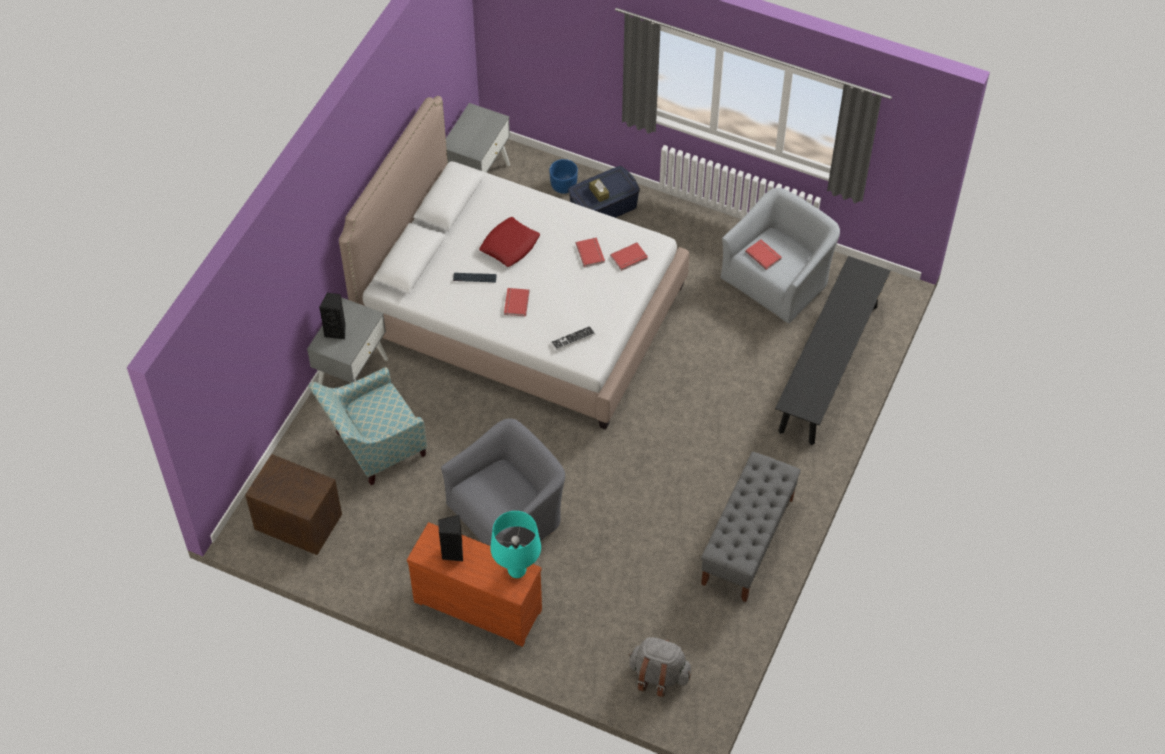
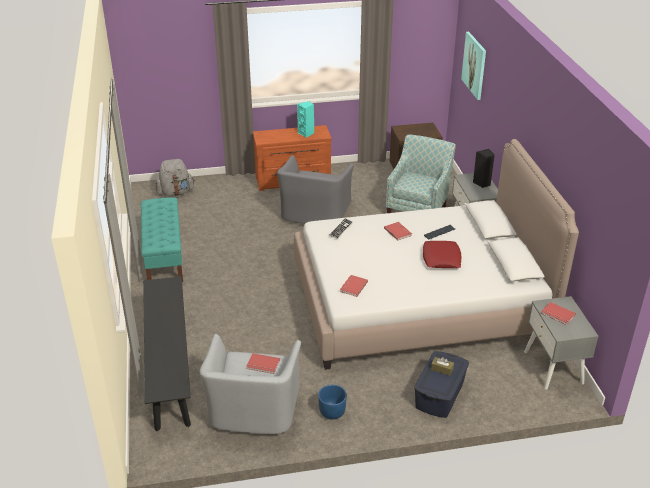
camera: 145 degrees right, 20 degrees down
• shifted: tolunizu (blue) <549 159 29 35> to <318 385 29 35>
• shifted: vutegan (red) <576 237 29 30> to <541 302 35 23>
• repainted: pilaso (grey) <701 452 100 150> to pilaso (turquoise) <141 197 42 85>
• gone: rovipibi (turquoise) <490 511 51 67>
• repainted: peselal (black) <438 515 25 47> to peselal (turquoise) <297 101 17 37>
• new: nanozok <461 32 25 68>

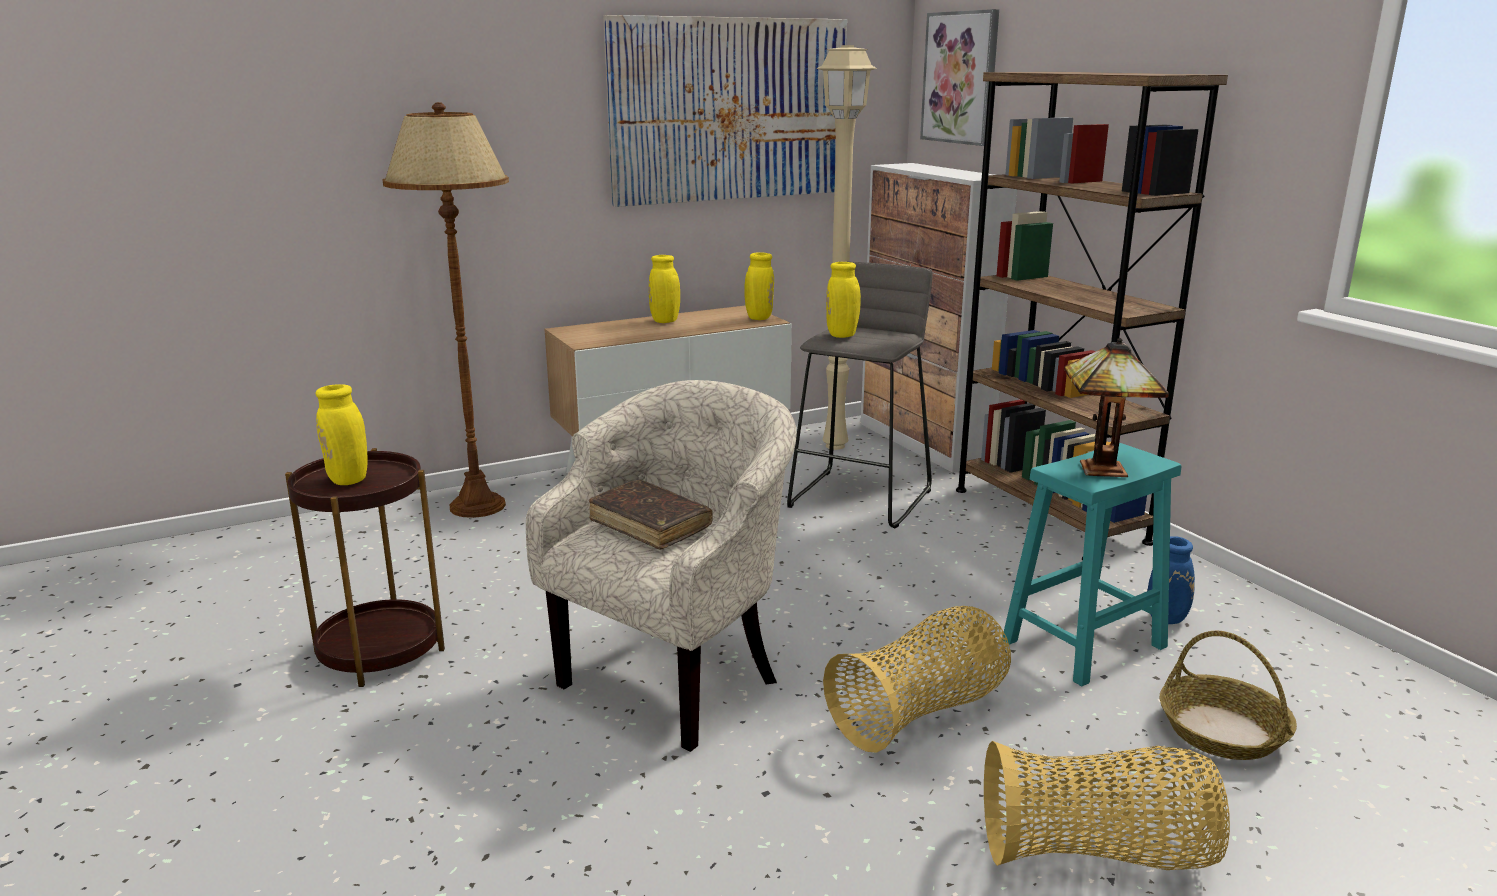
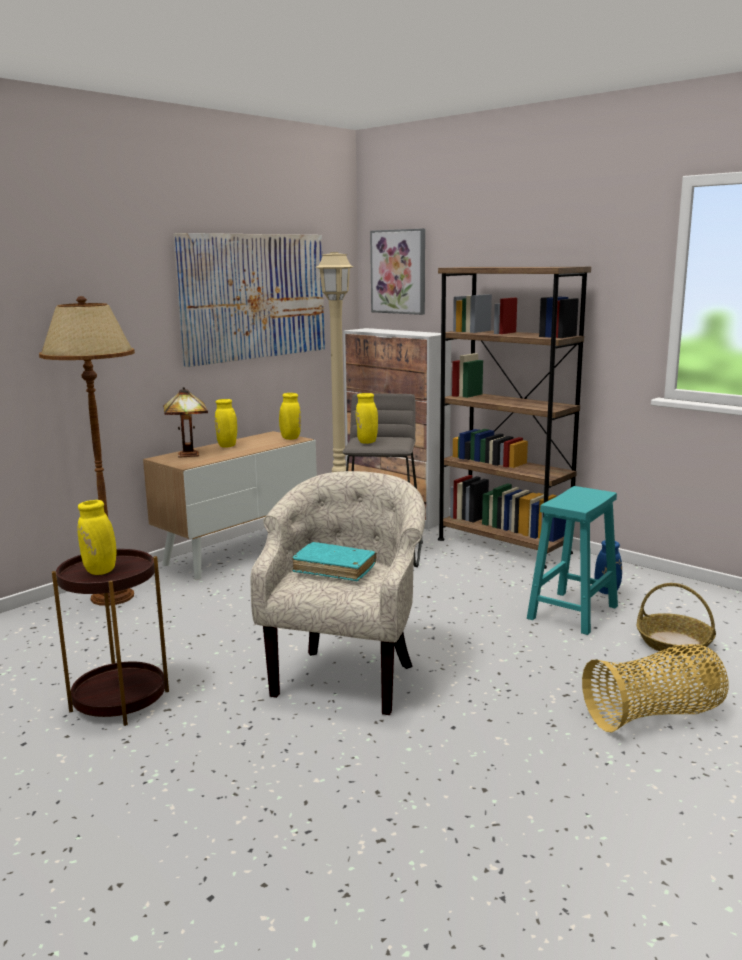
camera: 20 degrees left, 5 degrees down
• shifted: rovipibi <1064 338 105 139> to <163 387 45 71>
• repainted: vutegan (brown) <589 480 124 70> to vutegan (turquoise) <292 542 84 39>
• gone: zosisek <823 606 188 147>

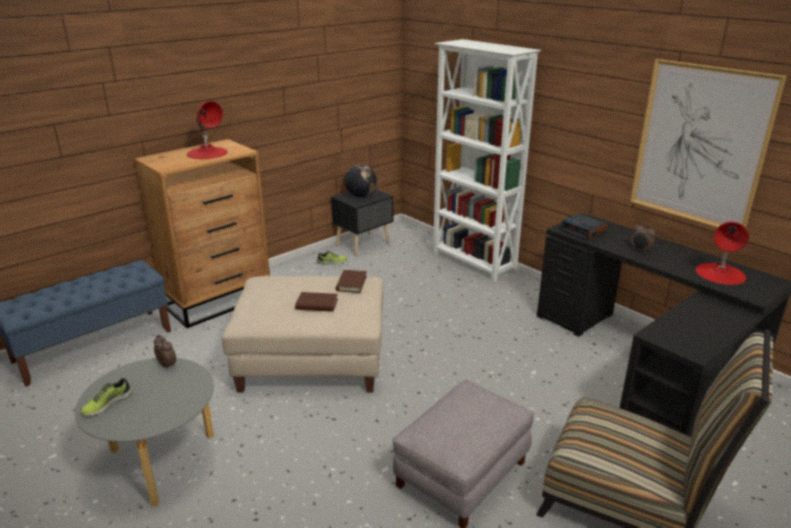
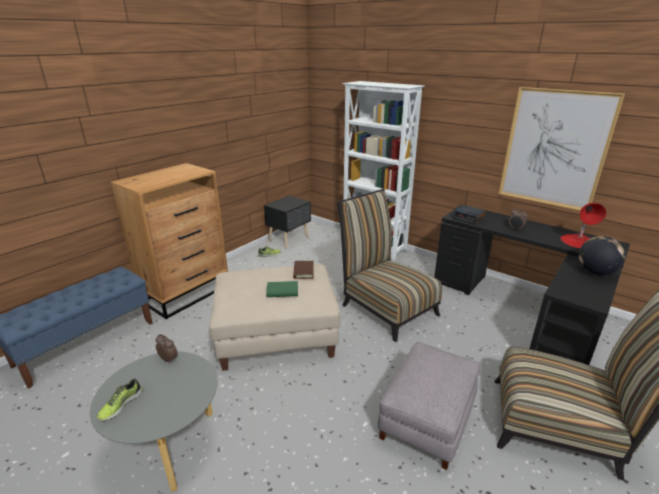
camera: 10 degrees left, 0 degrees up
• gone: rovipibi (red) <187 101 41 58>
• shifted: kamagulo <344 165 33 32> to <579 236 46 39>
• repainted: vutegan (brown) <295 292 43 20> to vutegan (green) <266 281 32 16>
• new: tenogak <337 189 105 153>

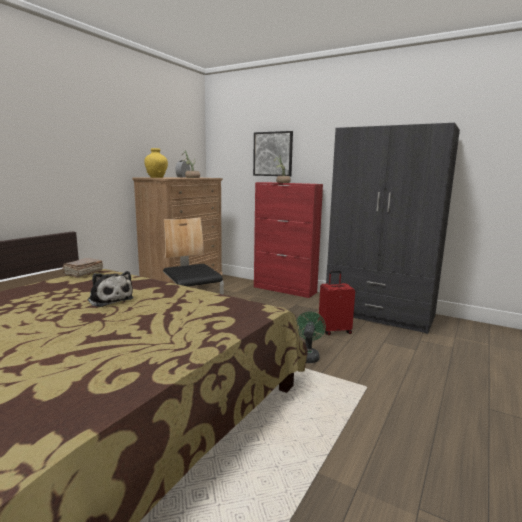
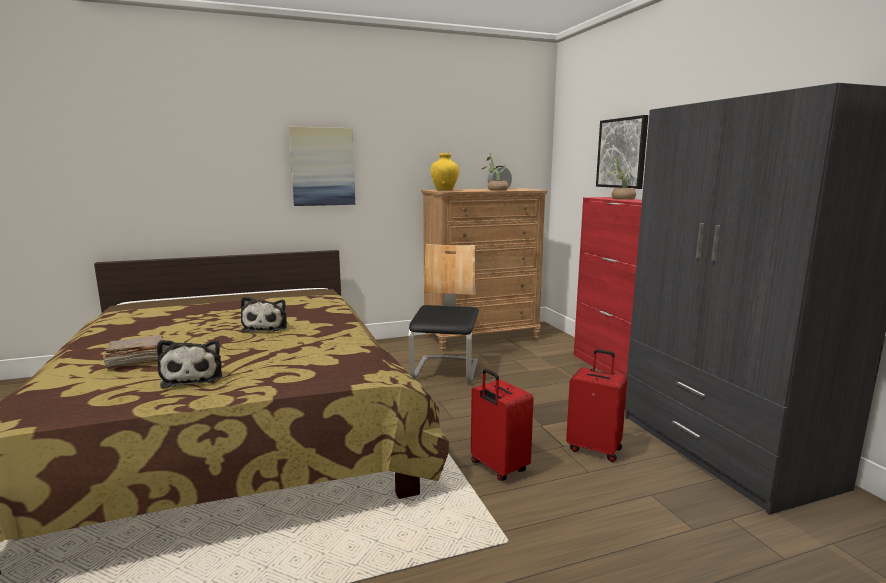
camera: 40 degrees right, 0 degrees up
• shifted: vutegan (brown) <62 258 41 20> to <103 335 60 34>
• swapped: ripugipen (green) <297 312 29 51> to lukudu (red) <471 369 63 112>
• new: nanozok <289 127 66 79>
• new: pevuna <157 340 65 48>

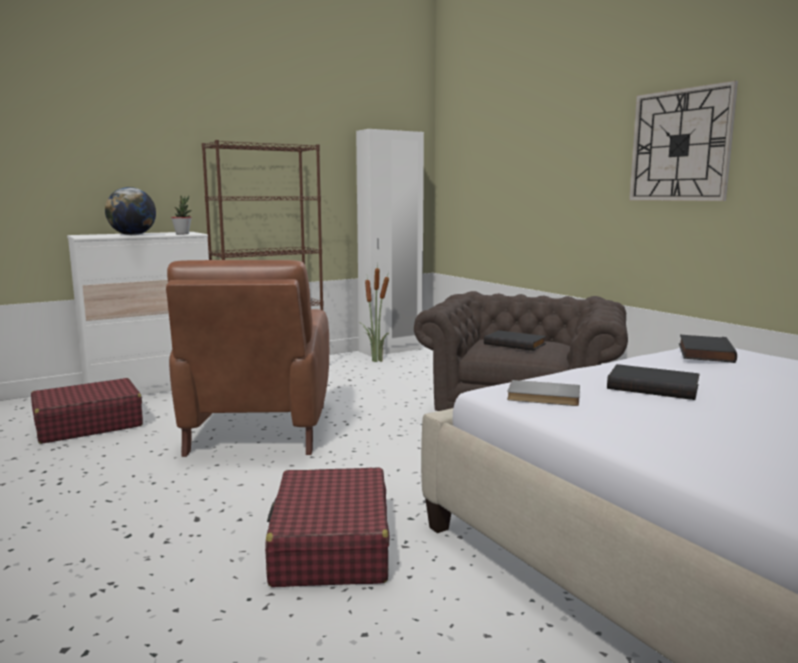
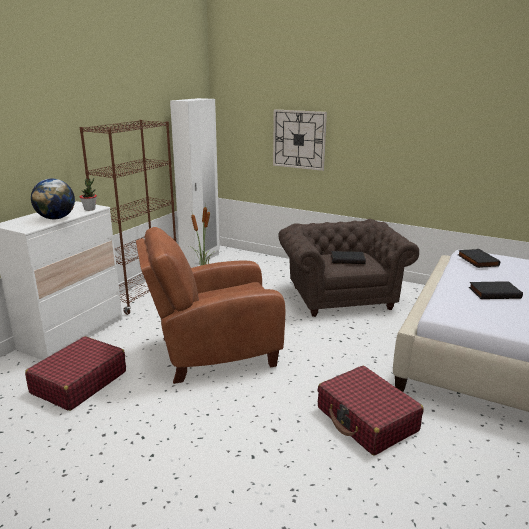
camera: 30 degrees left, 10 degrees up
• shifted: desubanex <629 81 109 120> to <273 109 54 62>
• rotated: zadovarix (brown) <166 260 163 197> = <136 227 150 157> 105 degrees clockwise
• gone: vutegan (grey) <507 380 73 26>

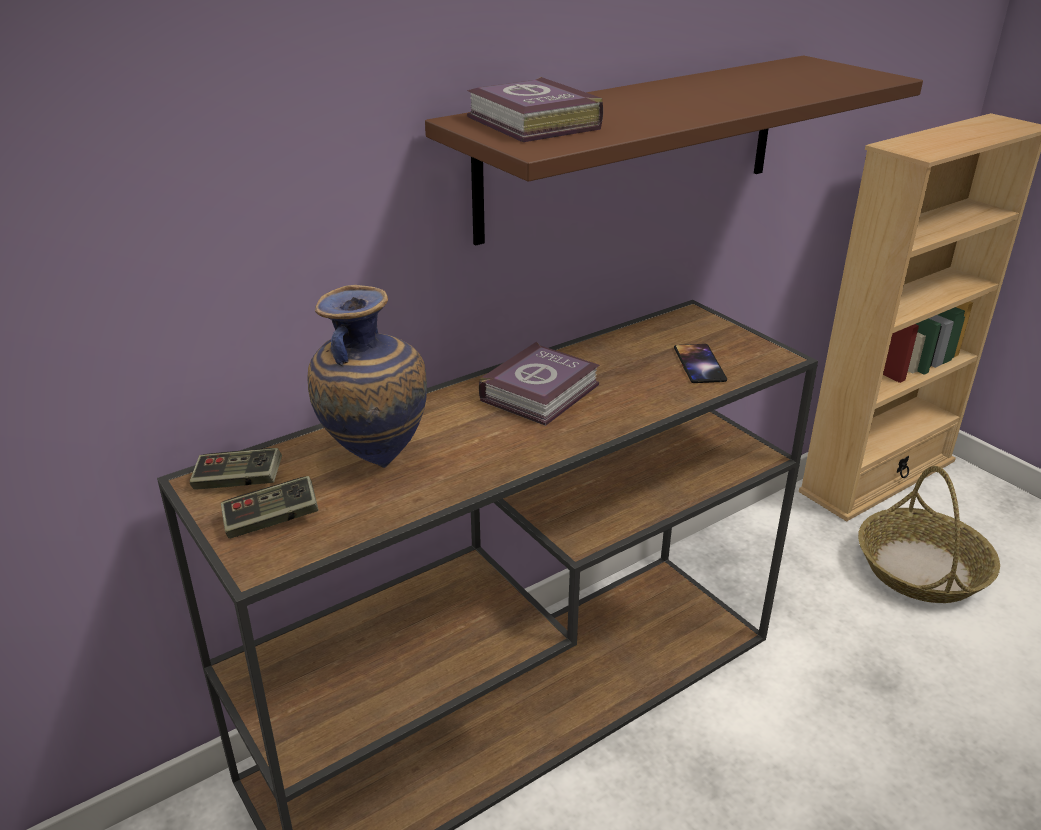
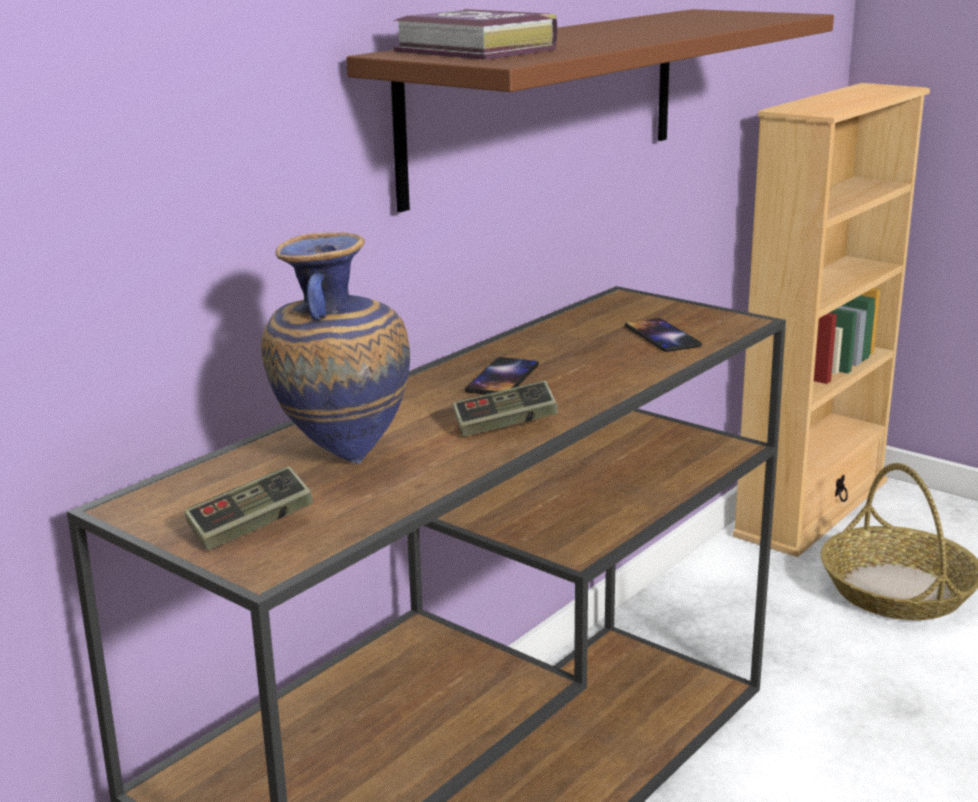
camera: 15 degrees left, 10 degrees down
• swapped: vutegan <479 342 121 84> to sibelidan <465 357 74 37>
• shifted: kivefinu <189 448 93 42> to <453 381 105 56>

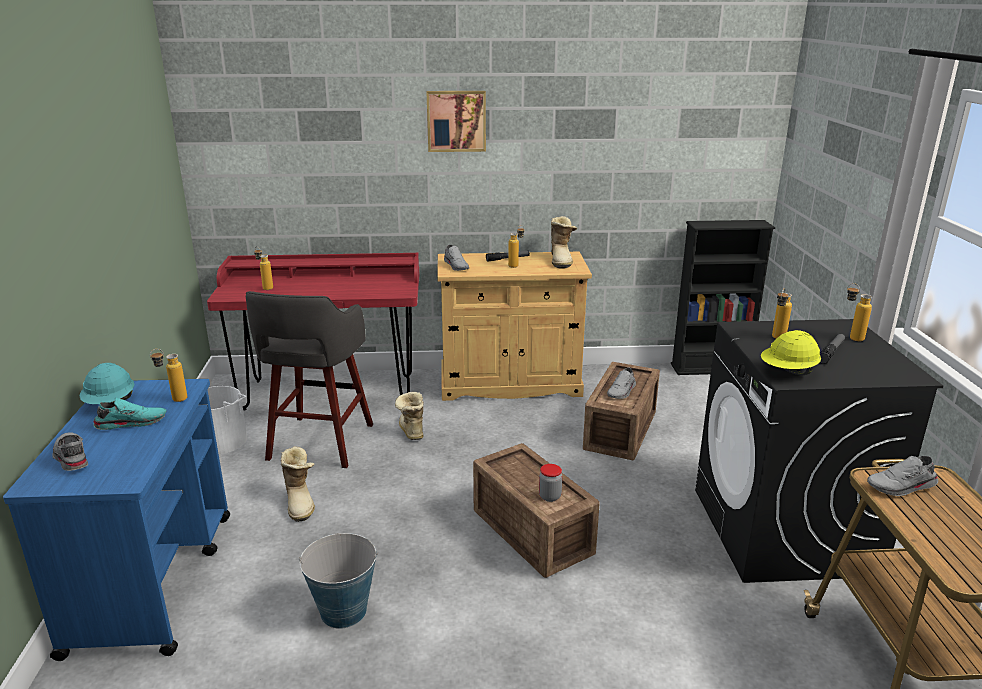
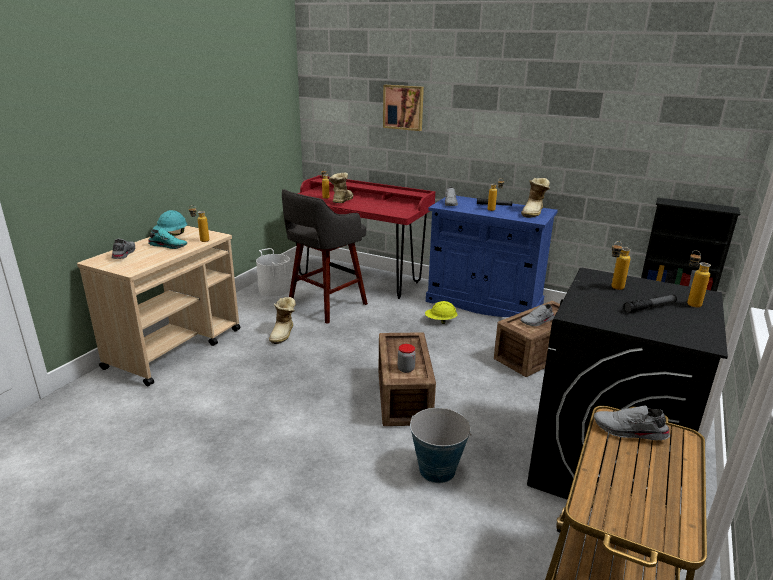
camera: 30 degrees right, 0 degrees up
• shifted: nanozok <426 91 60 61> to <383 85 41 46>
• repainted: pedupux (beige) <438 252 154 149> to pedupux (blue) <426 196 132 121>
• shifted: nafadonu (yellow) <761 330 60 45> to <425 301 32 23>
• repainted: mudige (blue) <3 379 227 282> to mudige (beige) <77 226 164 160>
• shifted: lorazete <395 392 29 48> to <329 173 24 30>
• shifted: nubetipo <299 533 79 96> to <410 408 62 75>

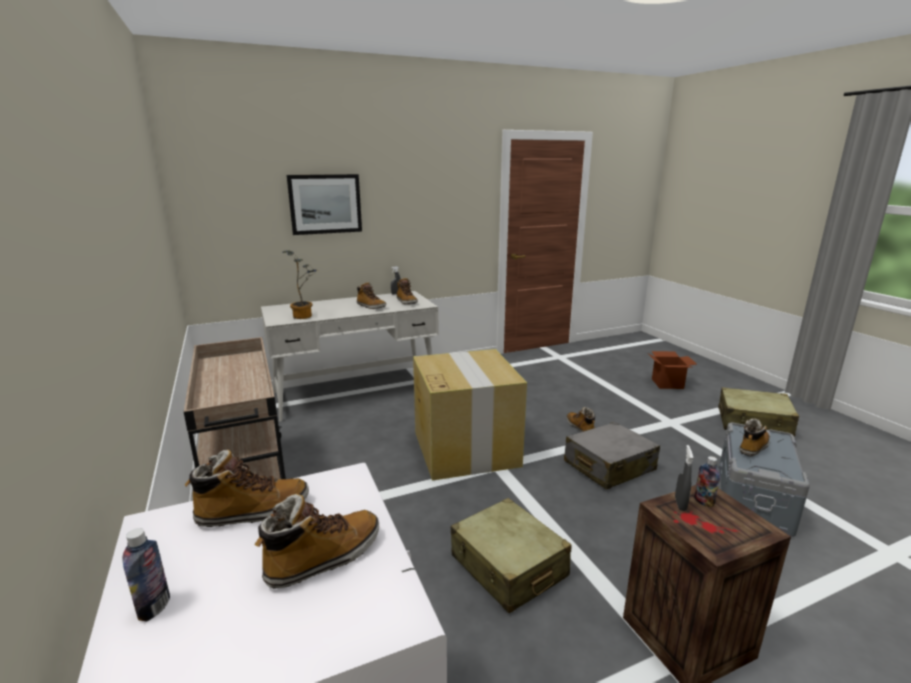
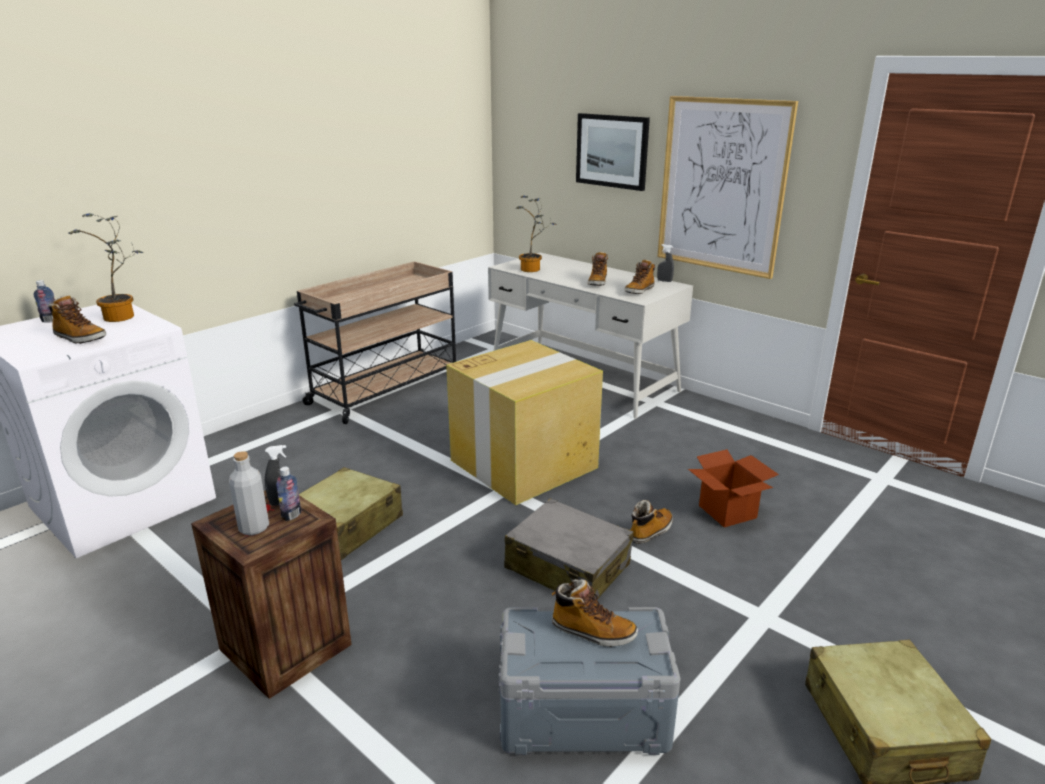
camera: 65 degrees right, 5 degrees up
• shifted: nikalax <648 351 49 38> to <688 449 91 78>
• swapped: lorazete <184 450 125 77> to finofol <68 213 76 109>
• new: nanozok <657 96 141 183>
• new: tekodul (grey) <229 451 40 84>

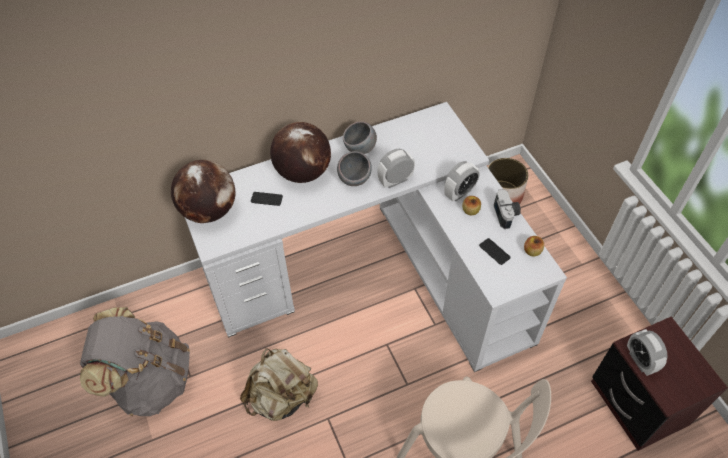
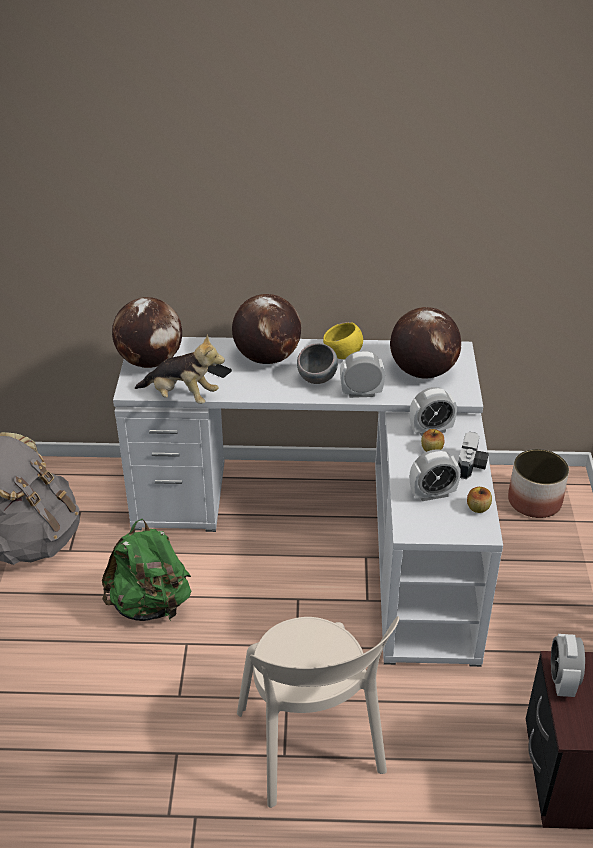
camera: 25 degrees right, 15 degrees down
• repainted: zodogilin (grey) <343 121 34 33> to zodogilin (yellow) <323 322 40 37>
• swapped: sibelidan <479 238 32 27> to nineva <410 449 51 52>
• repainted: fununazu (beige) <240 348 78 73> to fununazu (green) <102 519 89 103>
• new: kamagulo <390 307 71 71>
• new: pevuna <135 334 90 70>

